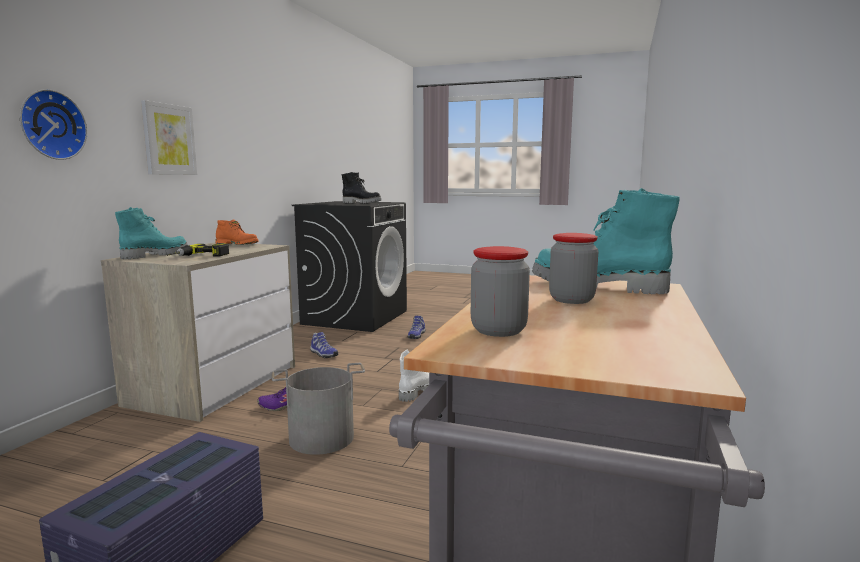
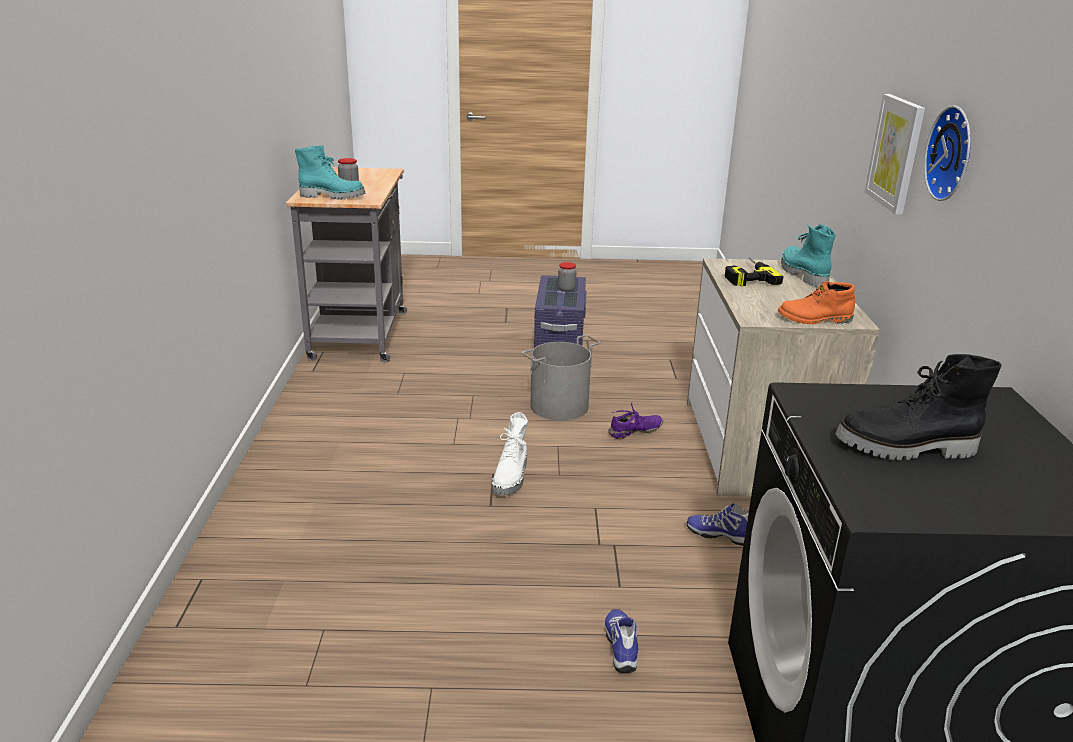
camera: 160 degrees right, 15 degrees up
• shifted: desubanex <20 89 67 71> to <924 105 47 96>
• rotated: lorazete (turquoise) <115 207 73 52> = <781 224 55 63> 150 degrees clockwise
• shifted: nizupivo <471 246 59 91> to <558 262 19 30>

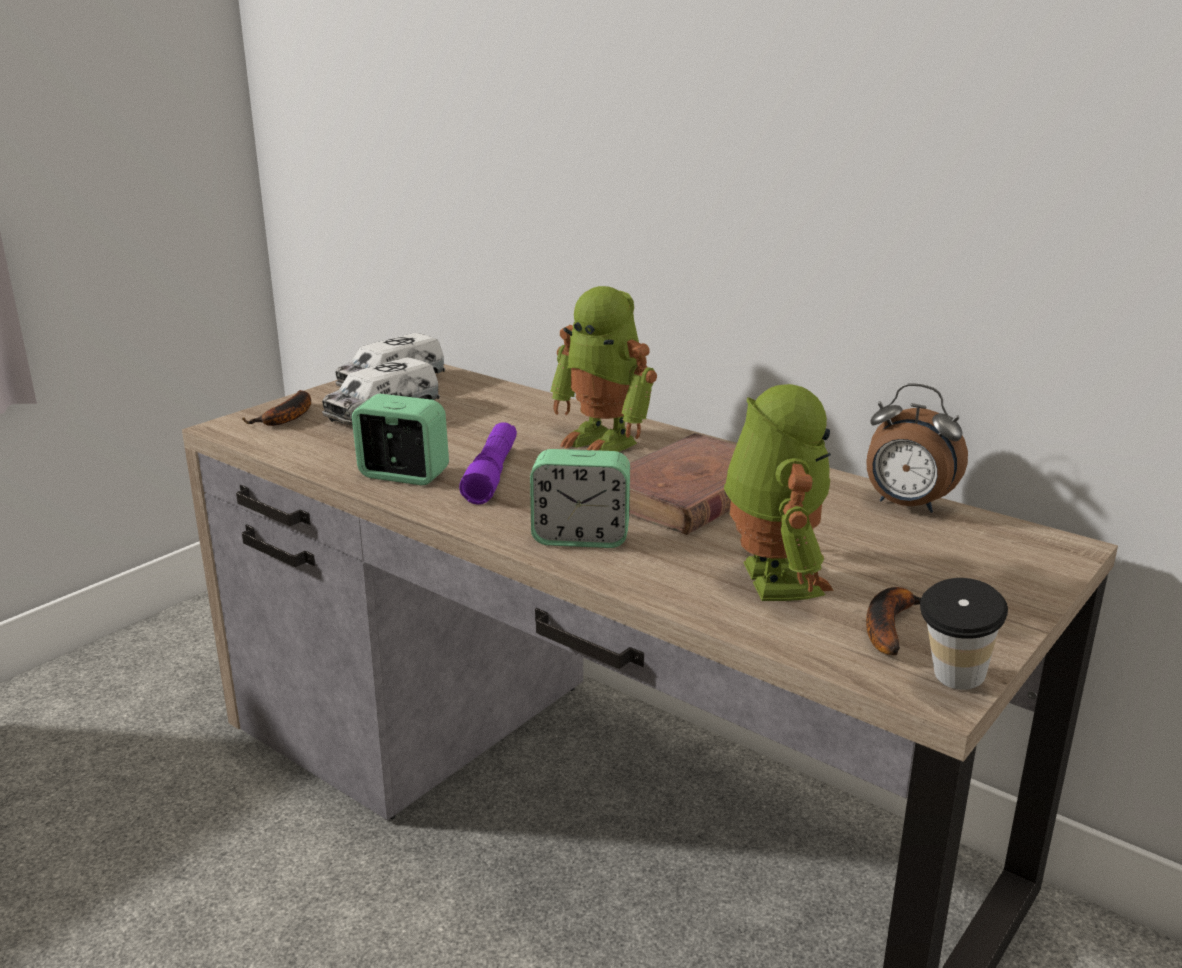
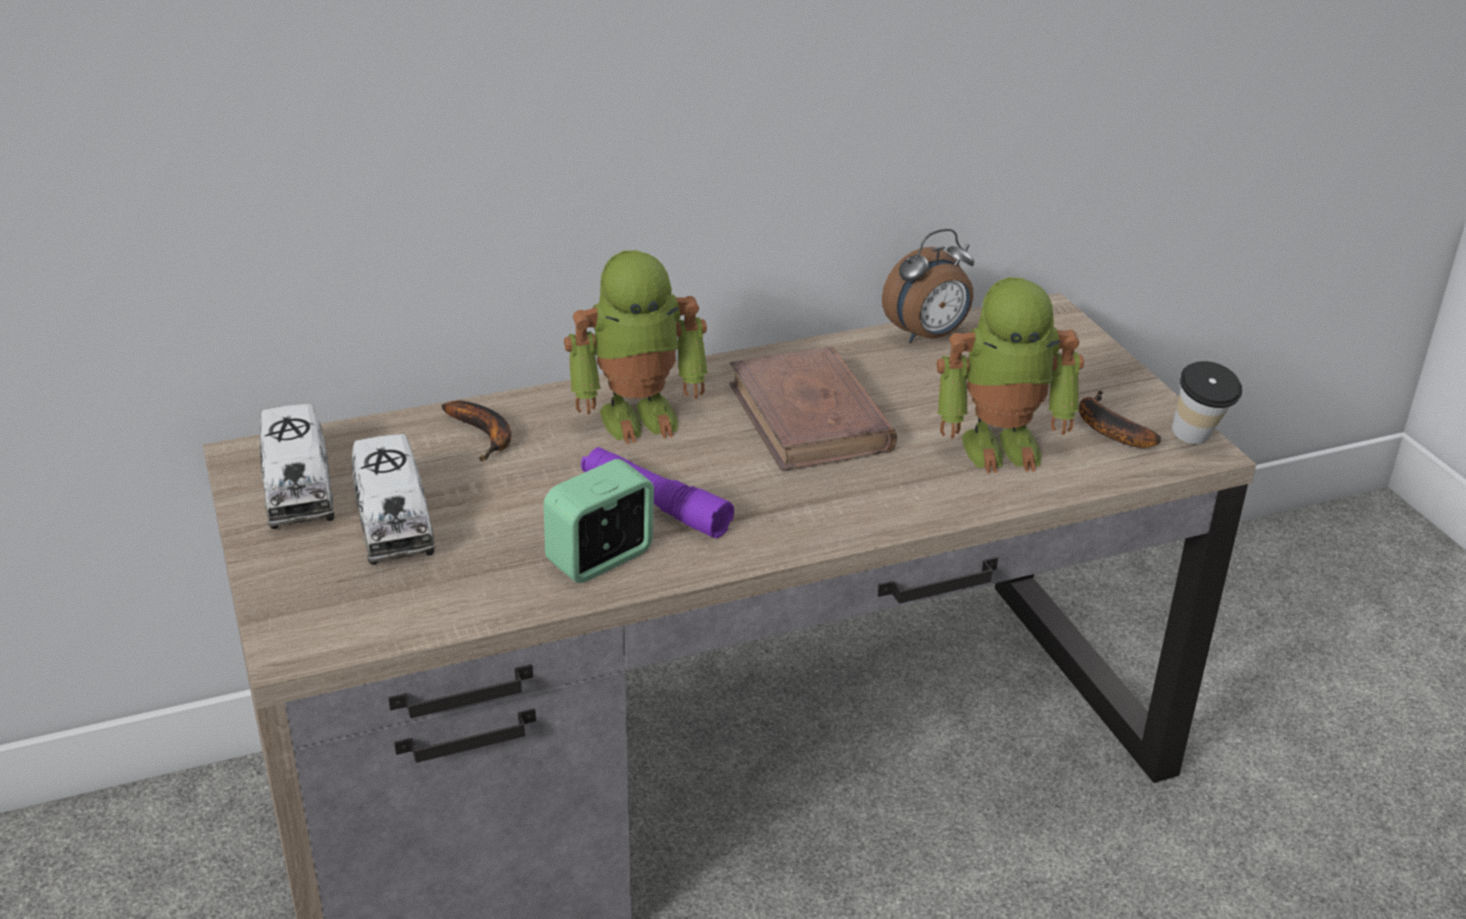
camera: 60 degrees left, 10 degrees up
• rotated: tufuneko <724 384 110 217> = <937 277 147 196> 150 degrees clockwise
• shifted: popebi <242 390 69 36> to <442 401 69 60>
• gone: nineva <530 449 100 99>

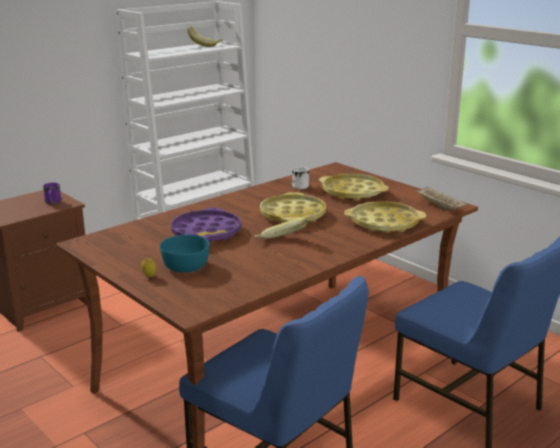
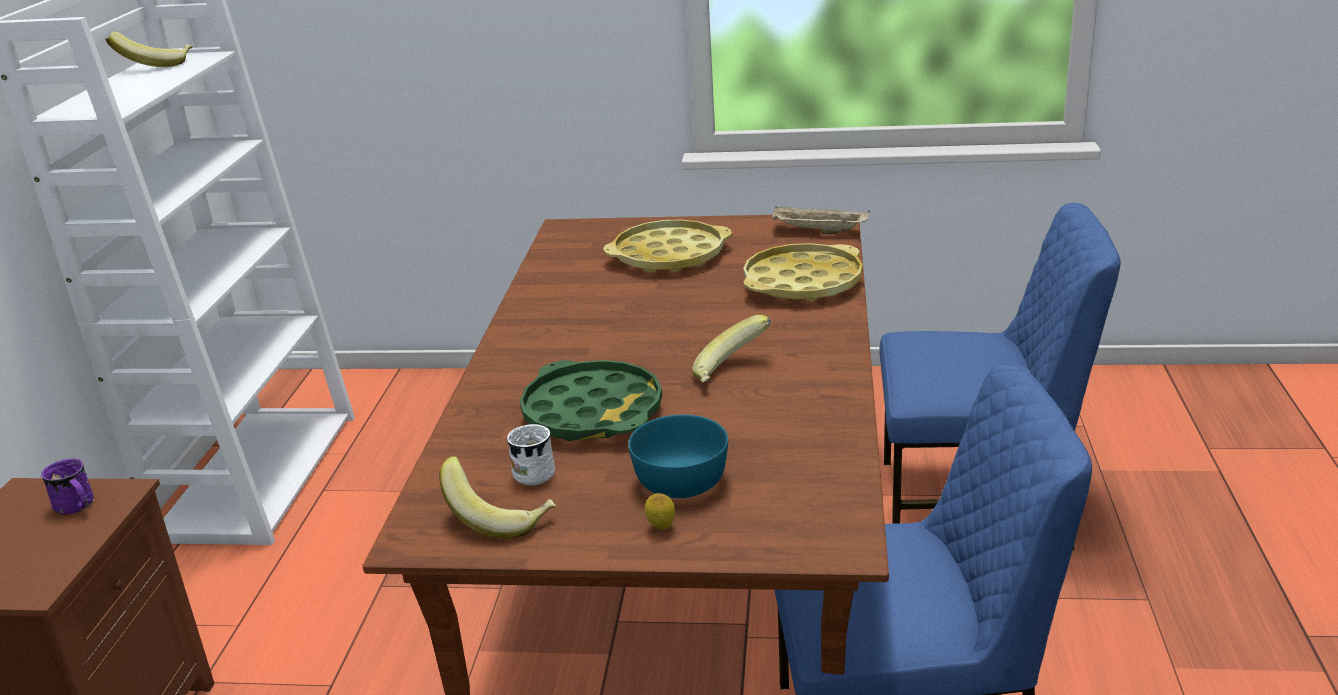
camera: 40 degrees left, 5 degrees up
• shifted: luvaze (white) <292 167 17 22> to <507 424 48 62>
• gone: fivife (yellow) <260 192 66 31>
• repainted: fivife (purple) <171 208 71 35> to fivife (green) <520 360 142 81>
• new: popebi <439 456 117 83>

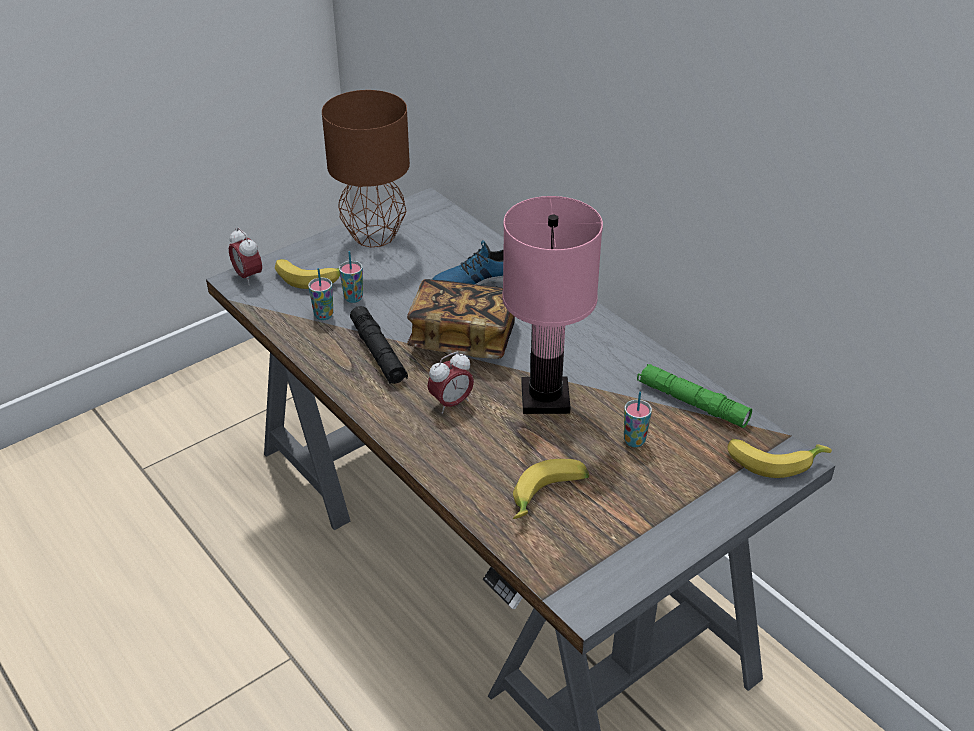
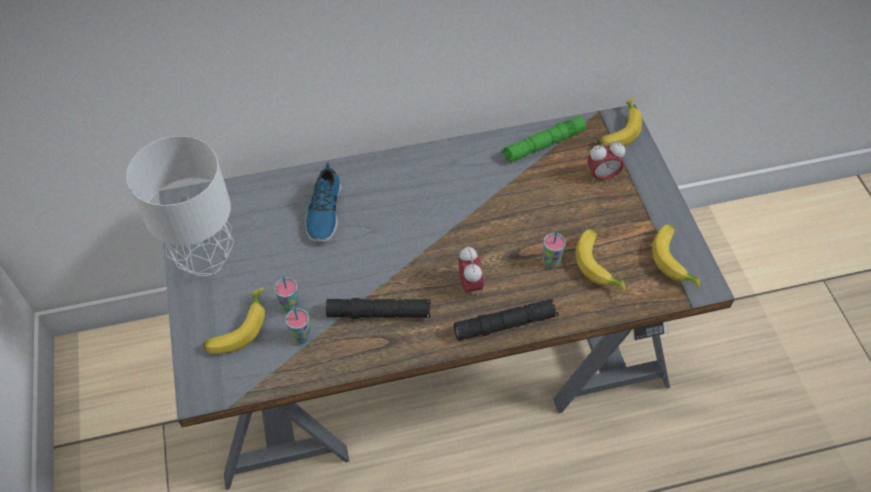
camera: 65 degrees left, 15 degrees up
• repainted: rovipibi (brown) <322 90 88 157> to rovipibi (grey) <126 136 108 141>
• gone: rovipibi (pink) <502 196 101 218>
• shifted: nineva <229 228 33 58> to <587 142 38 40>
• gone: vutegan <407 279 108 80>
• shifted: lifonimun <624 391 28 56> to <542 230 24 38>
• new: popebi <652 225 48 64>
• new: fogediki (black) <454 299 105 42>

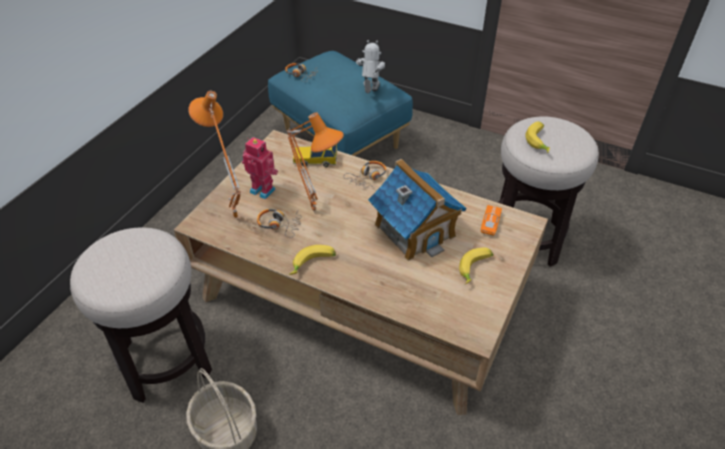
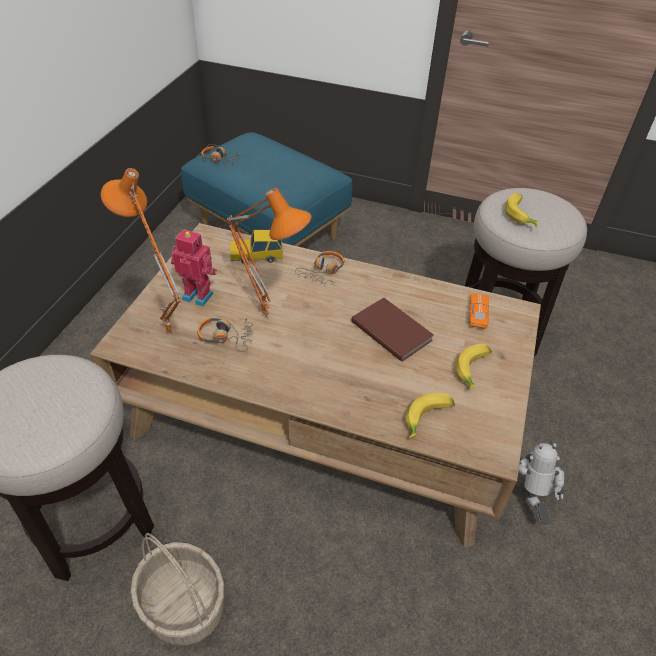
camera: 10 degrees left, 0 degrees up
• shifted: tufuneko <356 40 29 53> to <518 443 47 82>
• swapped: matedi <368 159 98 102> to vutegan (brown) <351 298 83 64>
• shifted: popebi <289 245 47 30> to <405 393 50 46>

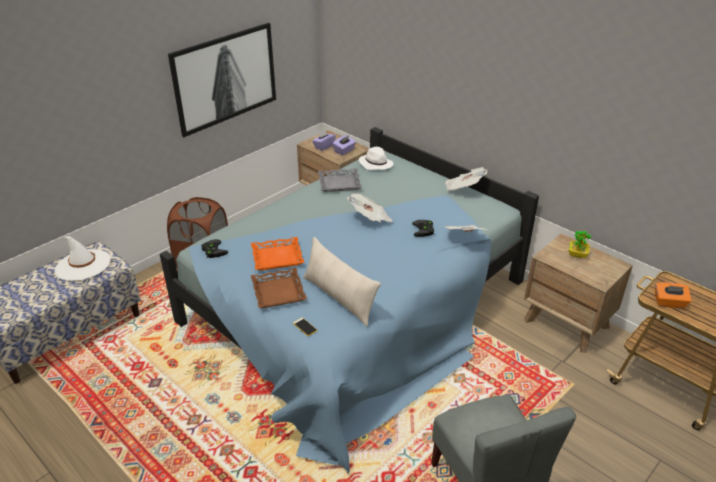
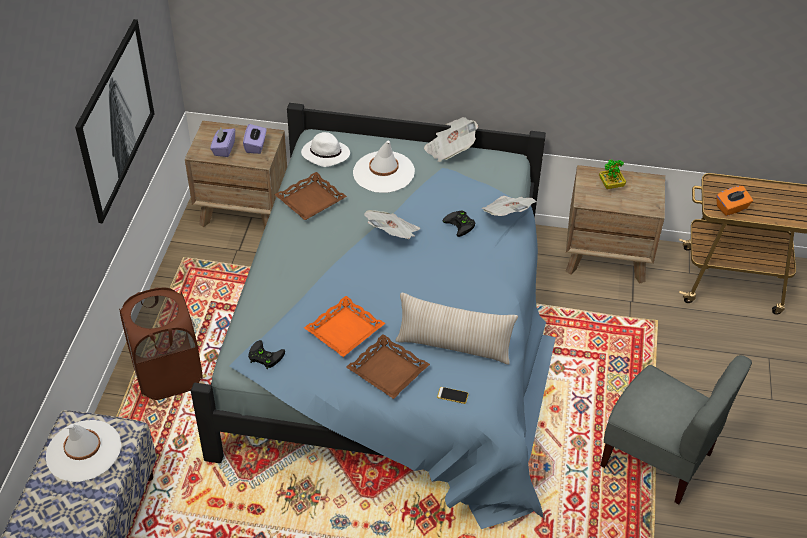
camera: 35 degrees left, 10 degrees up
• repainted: fivife (grey) <318 168 44 24> to fivife (brown) <274 172 73 48>
• new: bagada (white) <353 141 62 52>

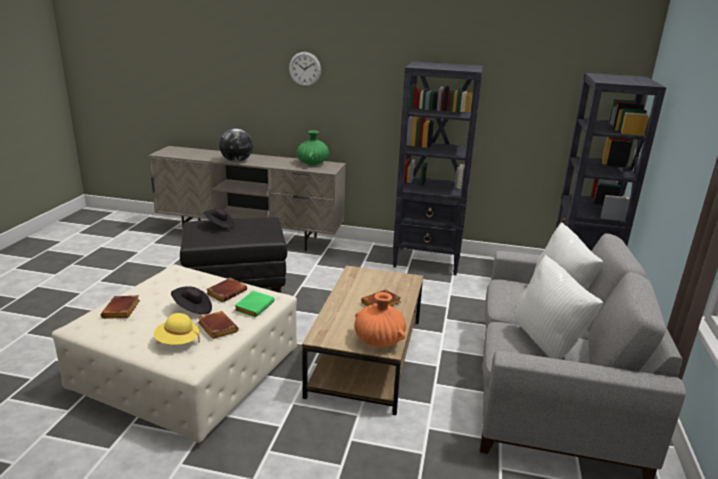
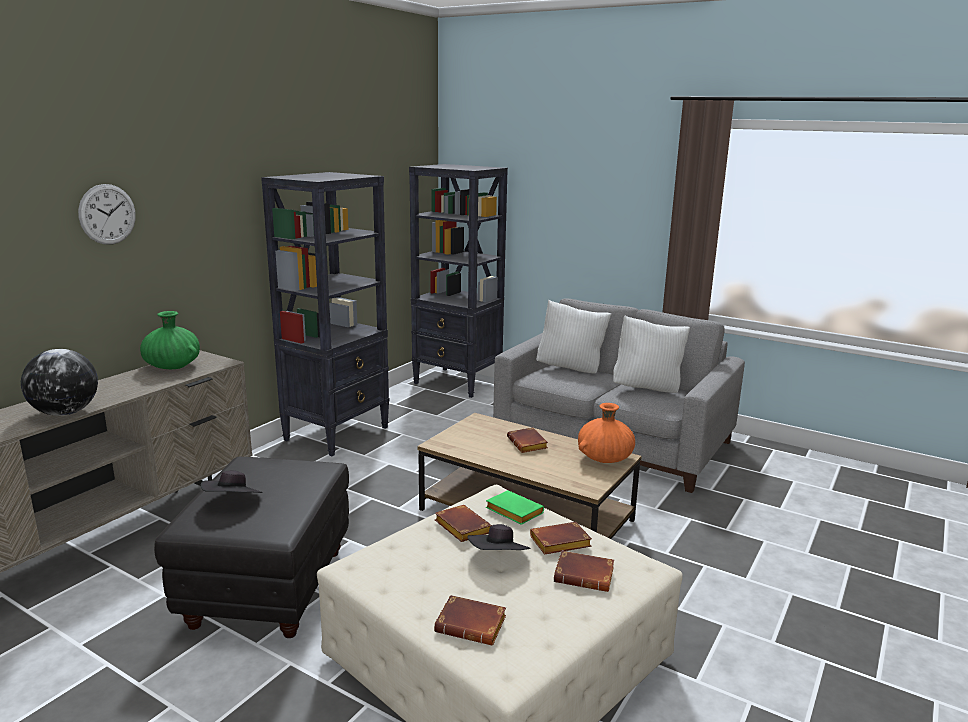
camera: 70 degrees left, 5 degrees down
• swapped: bagada (yellow) <154 313 46 32> to vutegan (brown) <554 551 60 41>

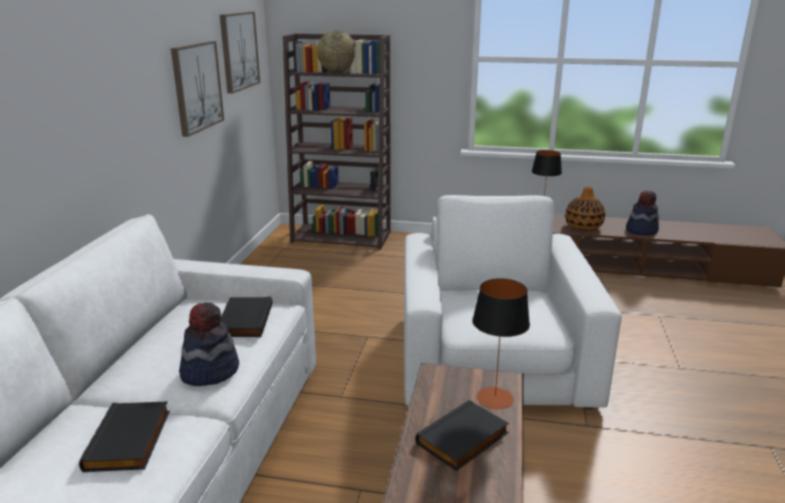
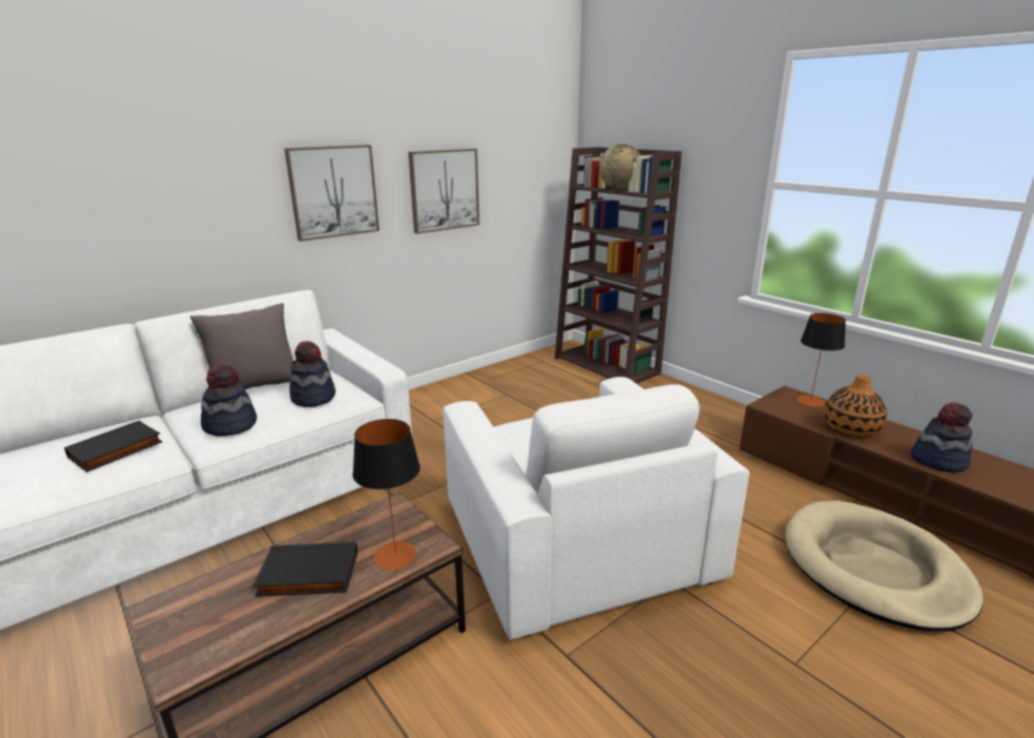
camera: 40 degrees right, 0 degrees up
• shifted: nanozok <220 12 40 82> to <284 145 96 96>
• rotated: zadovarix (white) <404 195 218 214> = <443 377 306 263> 120 degrees clockwise
• swapped: vutegan (black) <220 296 52 41> to bagada <290 341 45 66>
• new: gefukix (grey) <190 303 103 87>
• new: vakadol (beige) <785 500 198 131>

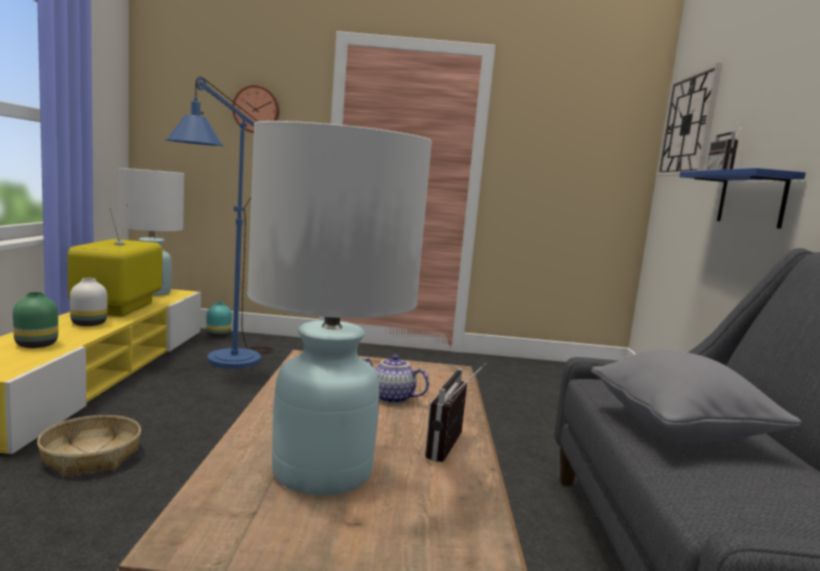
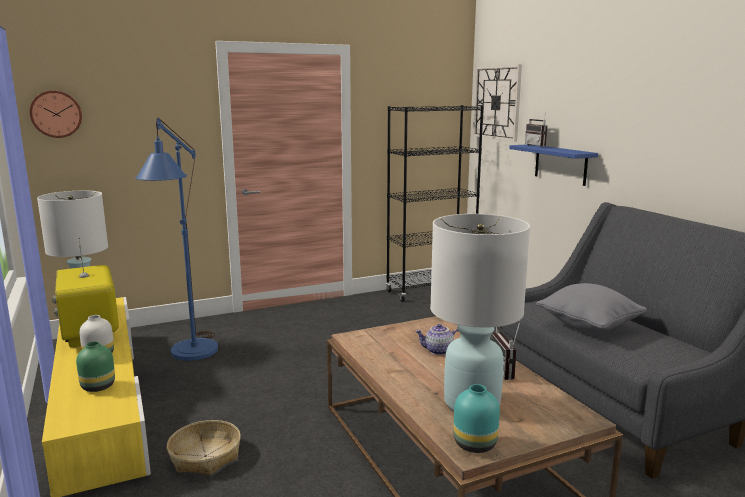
camera: 25 degrees left, 5 degrees up
• shifted: desubanex <232 85 47 48> to <30 91 52 47>
• shifted: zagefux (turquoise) <206 302 26 36> to <453 384 47 69>
• new: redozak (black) <386 105 98 197>

